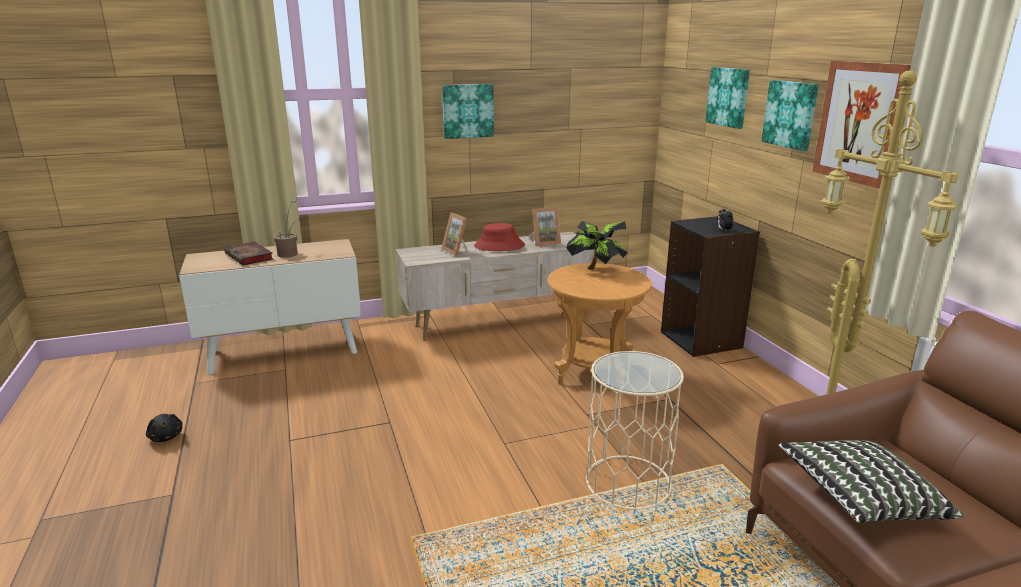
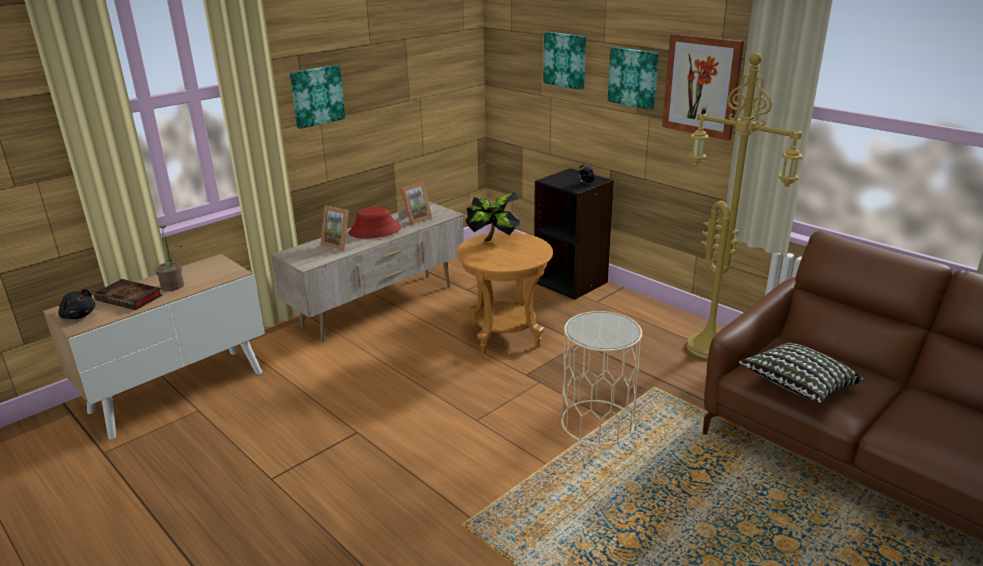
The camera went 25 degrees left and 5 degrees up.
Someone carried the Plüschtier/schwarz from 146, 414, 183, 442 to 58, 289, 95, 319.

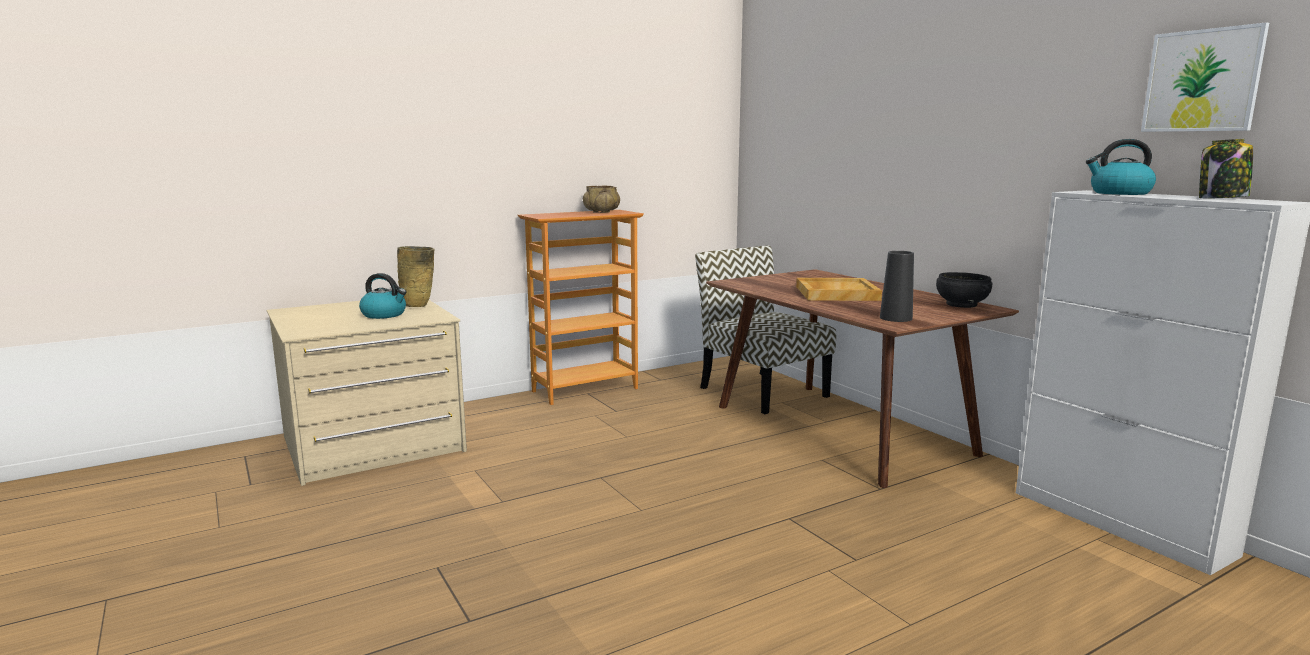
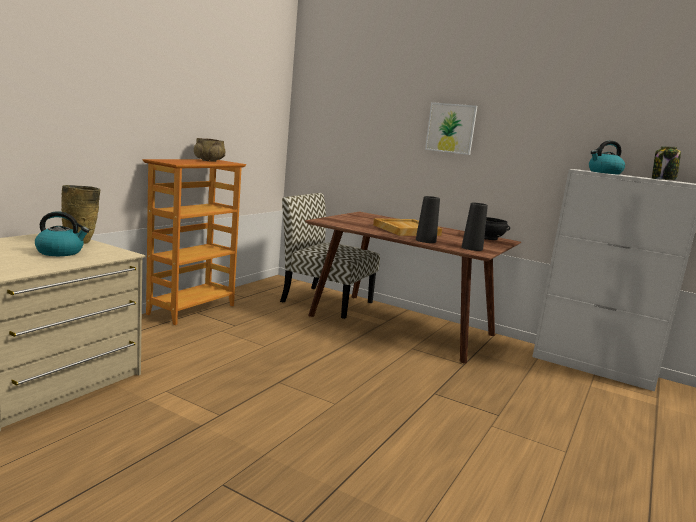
The camera went 30 degrees left and 0 degrees up.
Someone put down the Vase/schwarz at 416, 196, 440, 243.
Someone carried the Bild from 1141, 22, 1269, 132 to 425, 102, 477, 155.

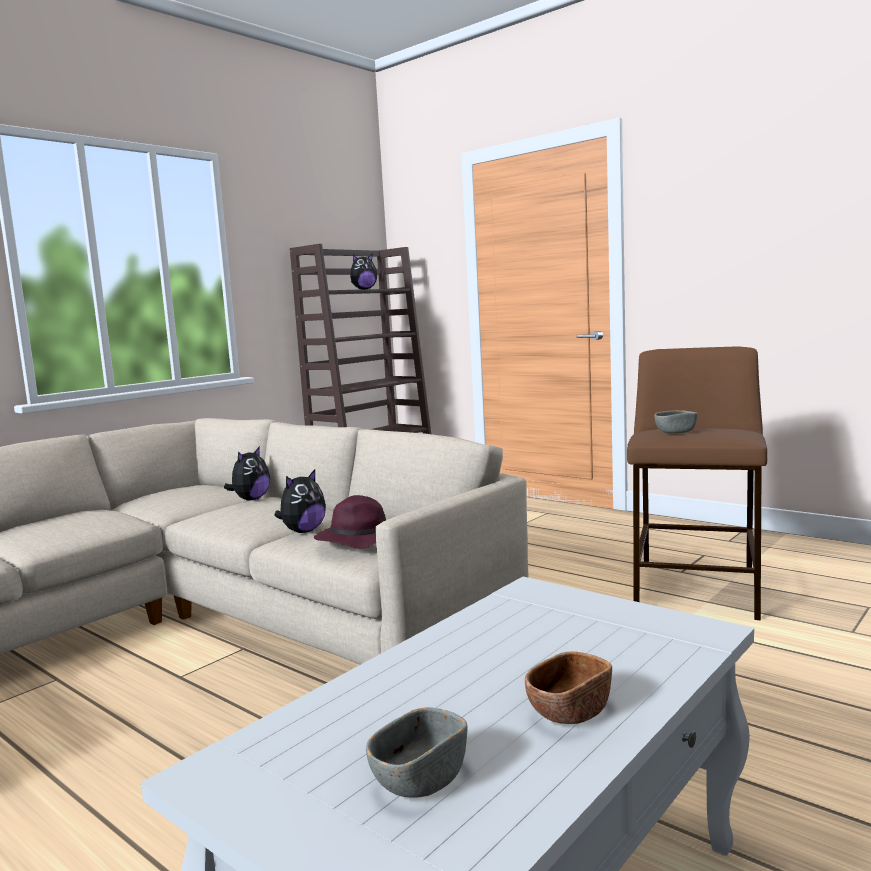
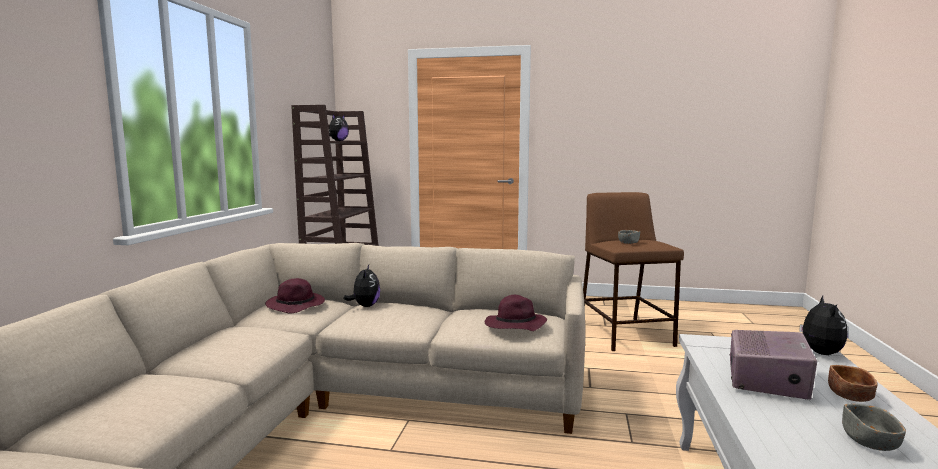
The camera went 30 degrees left and 0 degrees up.
Someone put down the Hut/lila at 265, 278, 325, 314.
Someone put down the Radio at 729, 330, 817, 400.
Someone carried the Plüschtier from 274, 470, 326, 533 to 799, 296, 848, 355.

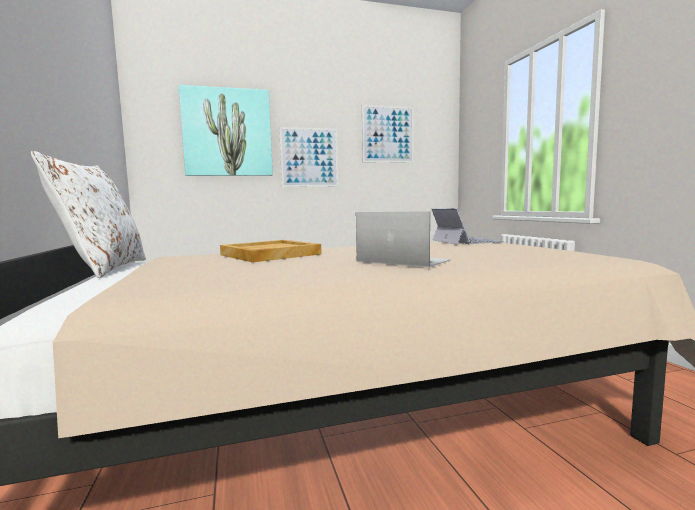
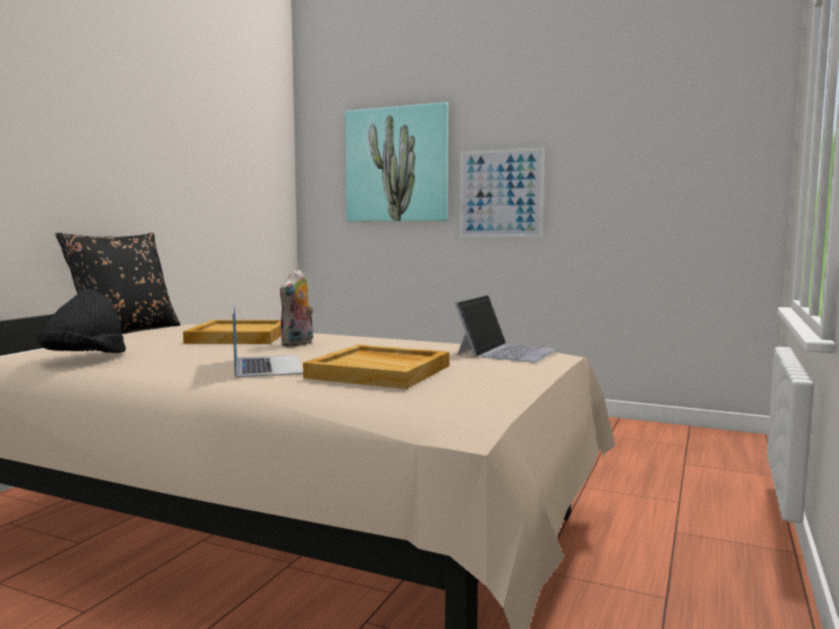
The camera went 40 degrees right and 0 degrees up.
Someone put down the Hut/schwarz at 37, 289, 126, 353.
Someone repainted the Kissen/weiß at 31, 151, 146, 278, which became the Kissen/schwarz at 55, 232, 181, 331.
Someone put down the Plüschtier at 280, 269, 313, 347.
Someone put down the Tablett/beige at 303, 345, 449, 389.
Someone took away the Bild at 362, 105, 414, 163.

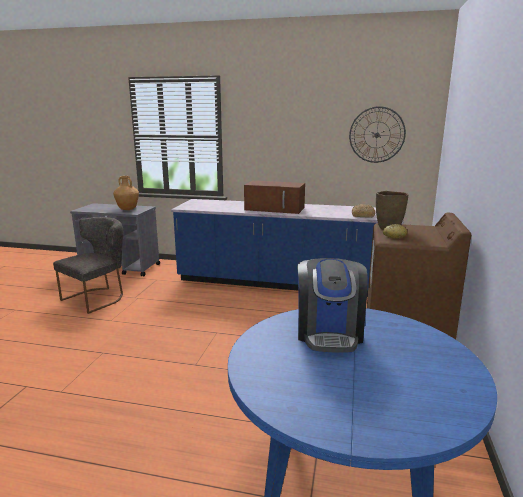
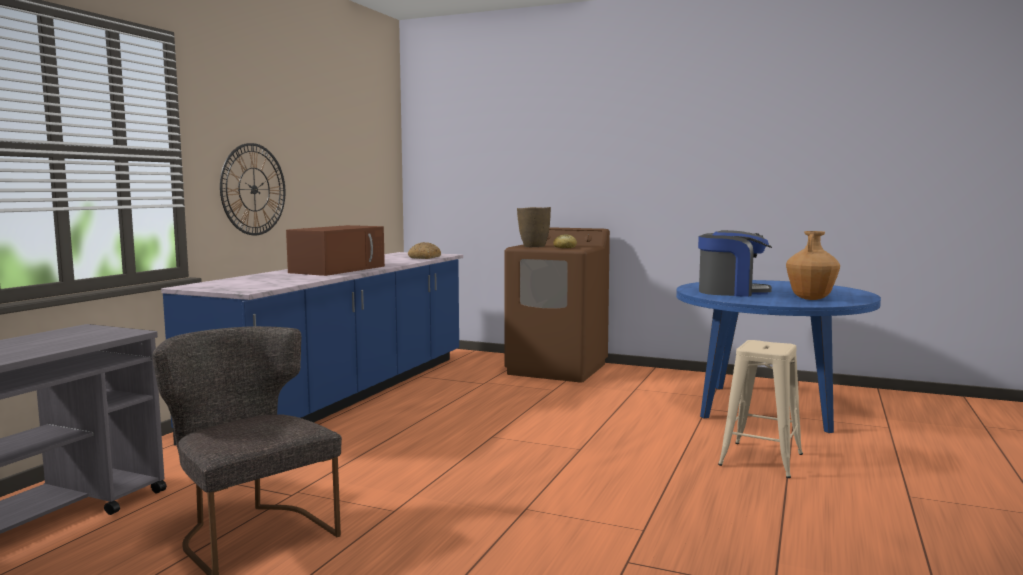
The camera went 80 degrees left and 10 degrees down.
Someone carried the Wanduhr from 349, 106, 406, 163 to 220, 143, 285, 235.
Someone put down the Hocker/beige at 718, 340, 803, 478.
Someone carried the Vase/braun from 113, 176, 139, 210 to 786, 231, 840, 300.

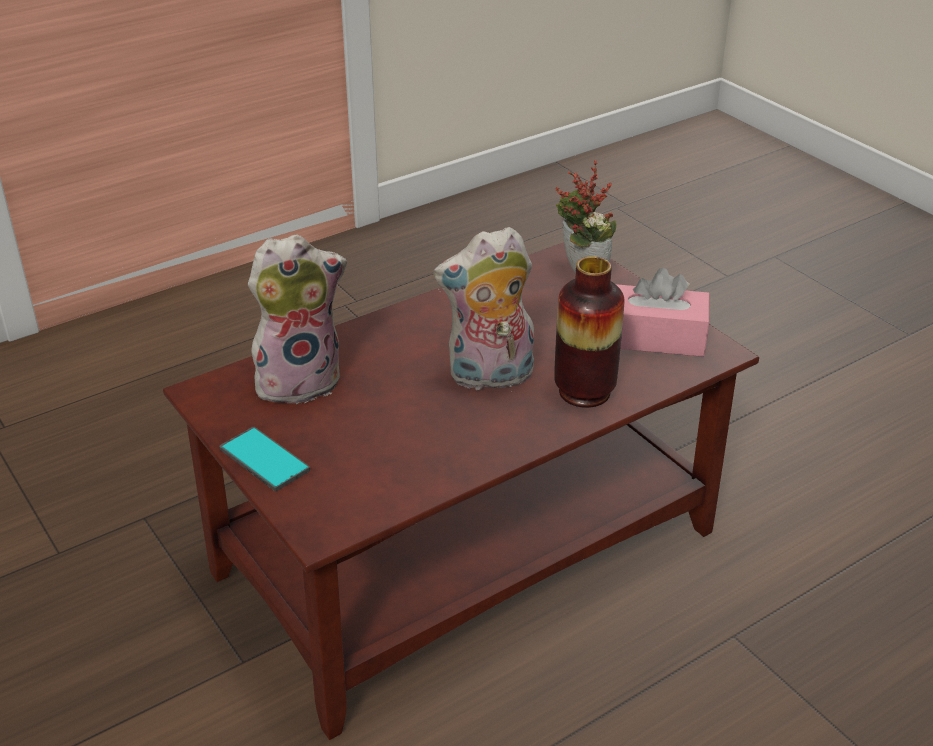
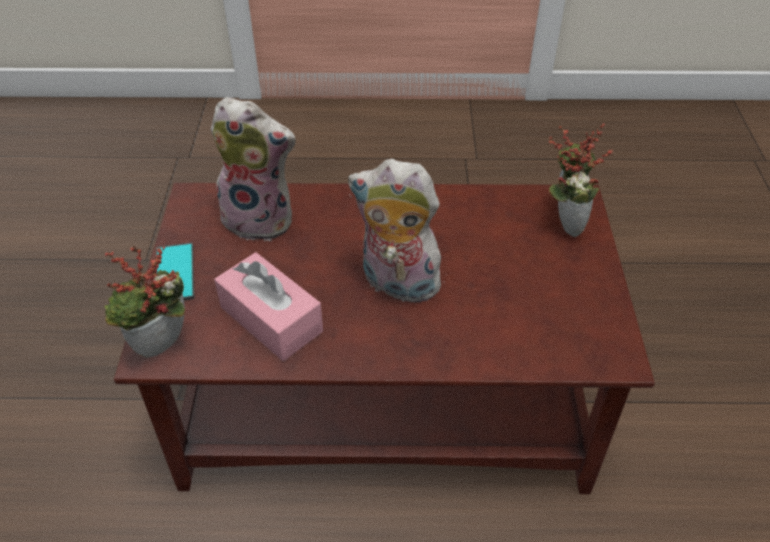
The camera went 35 degrees right and 10 degrees up.
Someone put down the Topfpflanze at 104, 245, 185, 358.
Someone carried the Taschentuchbox/rosa from 616, 268, 710, 357 to 214, 252, 323, 361.
Someone took away the Vase at 554, 256, 625, 408.

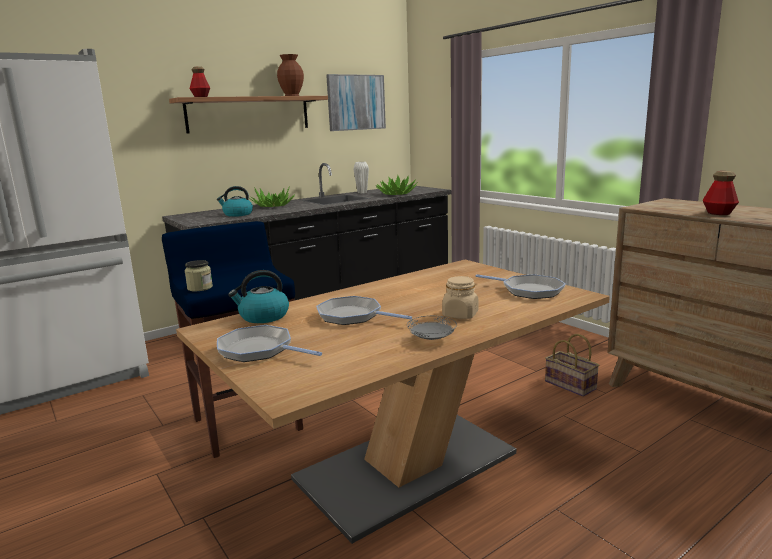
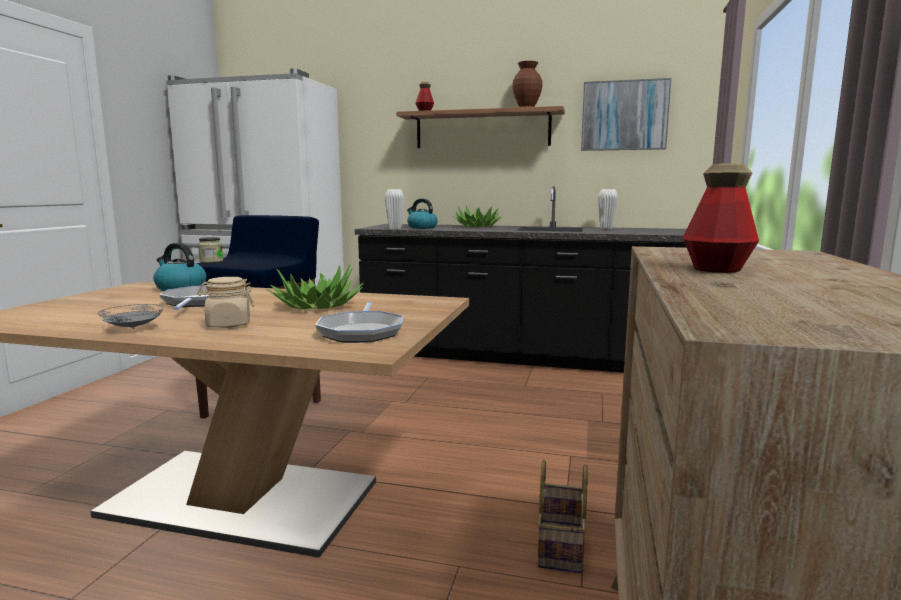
The camera went 50 degrees right and 5 degrees down.
Someone carried the Topfpflanze from 375, 175, 418, 195 to 266, 264, 363, 310.
Someone put down the Vase/weiß at 384, 189, 404, 229.
Someone took away the Pfanne at 217, 325, 322, 362.

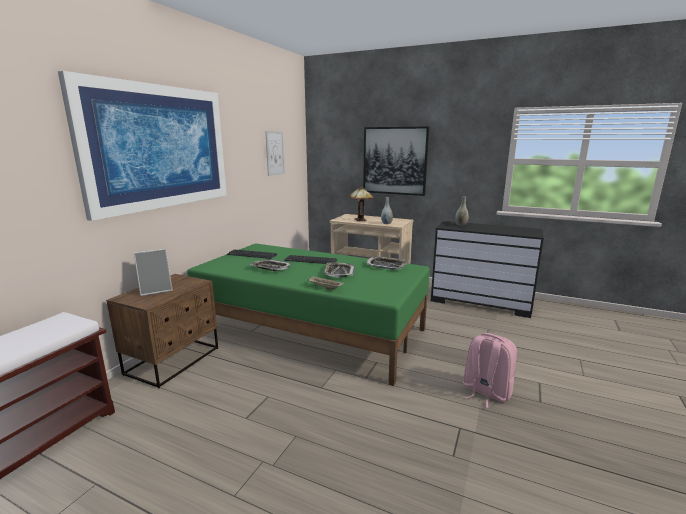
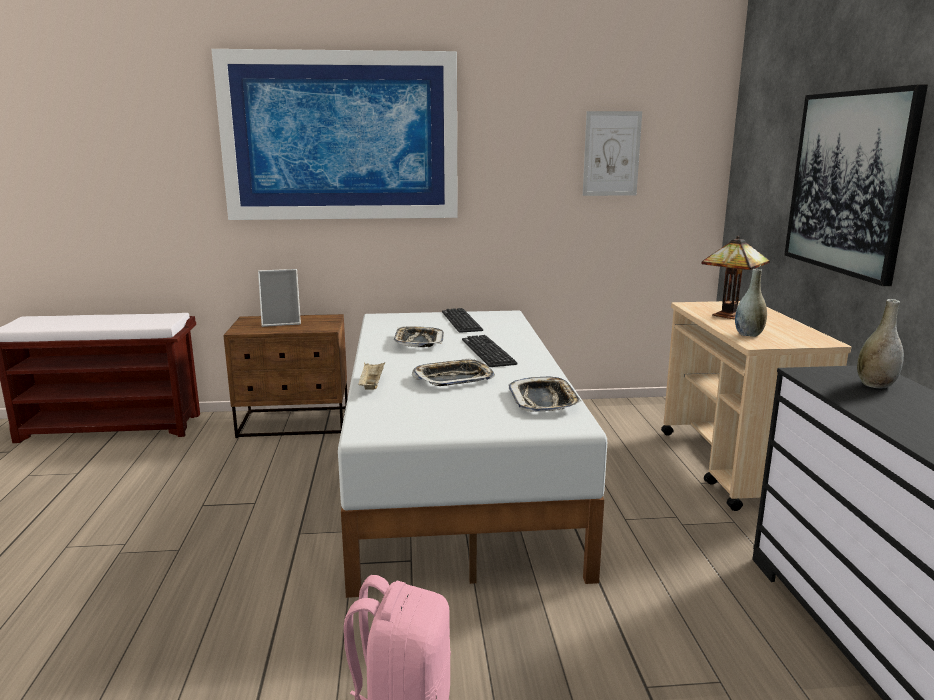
The camera went 60 degrees right and 0 degrees up.
Someone rotated the Bilderrahmen at 134, 249, 173, 296 by 45 degrees counterclockwise.
Someone repainted the Bett/grün at 187, 243, 430, 386, which became the Bett/weiß at 338, 310, 607, 598.

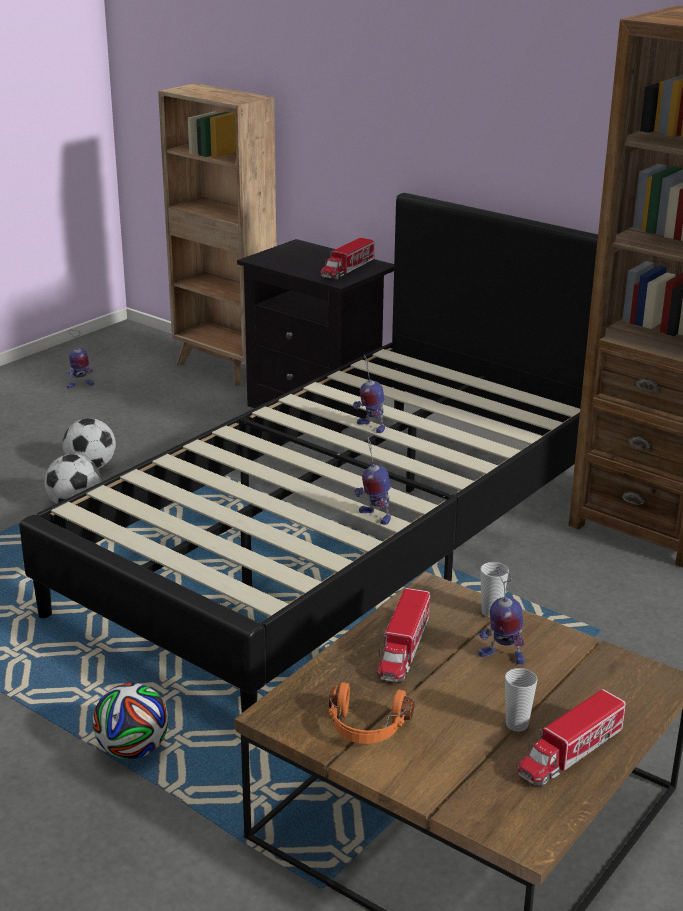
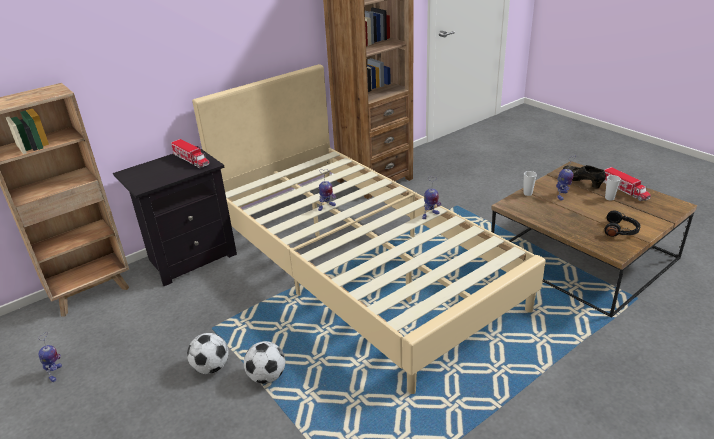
The camera went 75 degrees left and 5 degrees up.
Someone repainted the Bett/schwarz at 19, 193, 598, 713, which became the Bett/beige at 192, 64, 546, 394.
Someone put down the Schuh/schwarz at 563, 165, 606, 189.
Someone repainted the Kopfhörer/orange at 329, 682, 414, 744, which became the Kopfhörer/schwarz at 604, 210, 641, 237.
Someone took away the Fußball at 93, 683, 168, 759.
Someone took away the Spielzeuglaster at 377, 588, 430, 682.

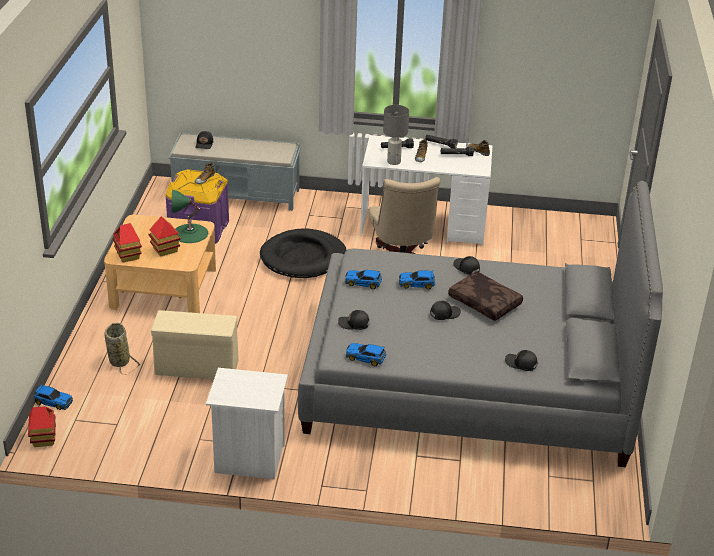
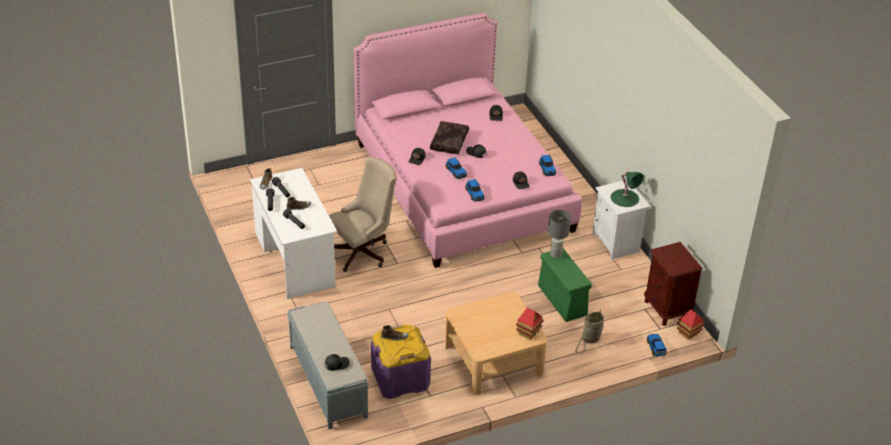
The camera went 120 degrees left and 5 degrees up.
Someone repainted the Bett/grau at 298, 181, 663, 467, which became the Bett/rosa at 354, 13, 582, 268.
Someone repainted the Aufbewahrungsbox/beige at 151, 310, 239, 379, which became the Aufbewahrungsbox/grün at 538, 248, 592, 322.
Someone carried the Tischlampe/grau from 383, 105, 409, 165 to 548, 210, 571, 258.
Someone carried the Tischlampe/grün from 172, 190, 208, 243 to 611, 172, 643, 207.
Someone put down the Nachttisch/braun at 644, 242, 703, 326.
Someone took away the Spielzeughaus at 149, 216, 181, 257.
Someone took away the Hundebett/schwarz at 260, 228, 346, 278.

